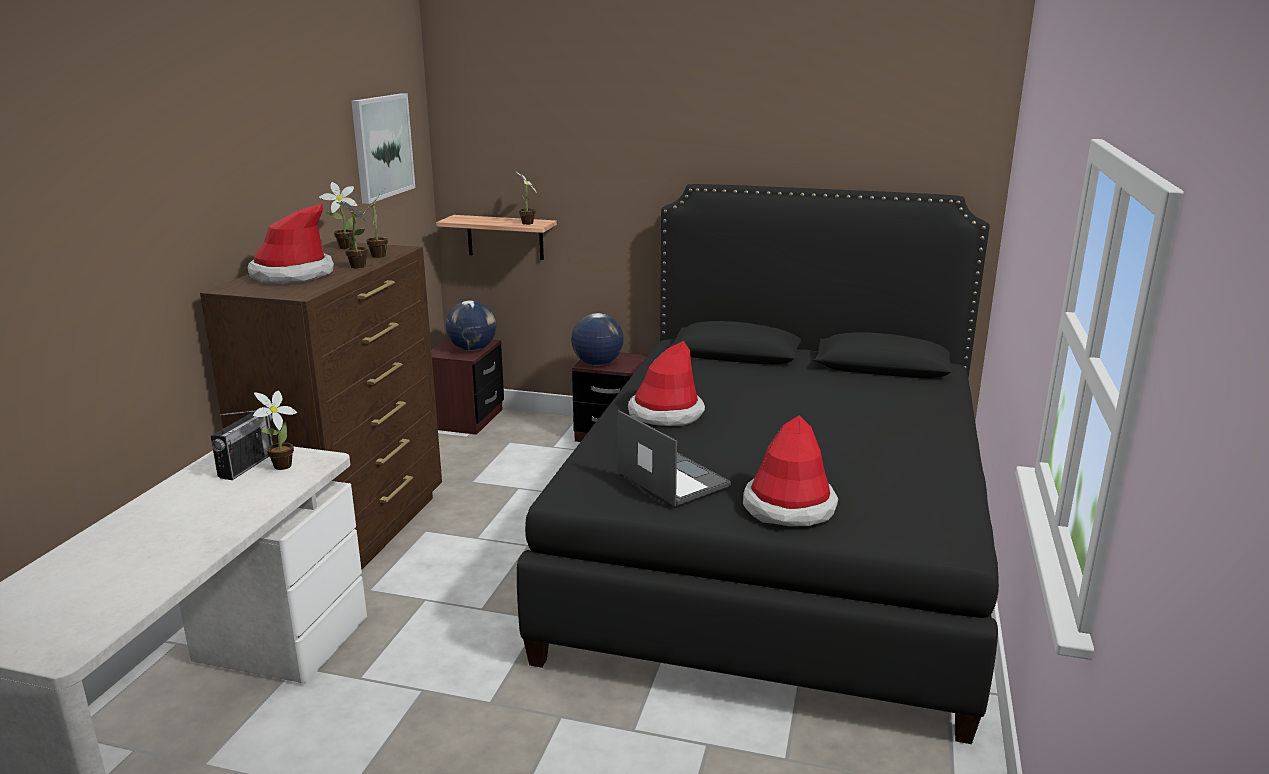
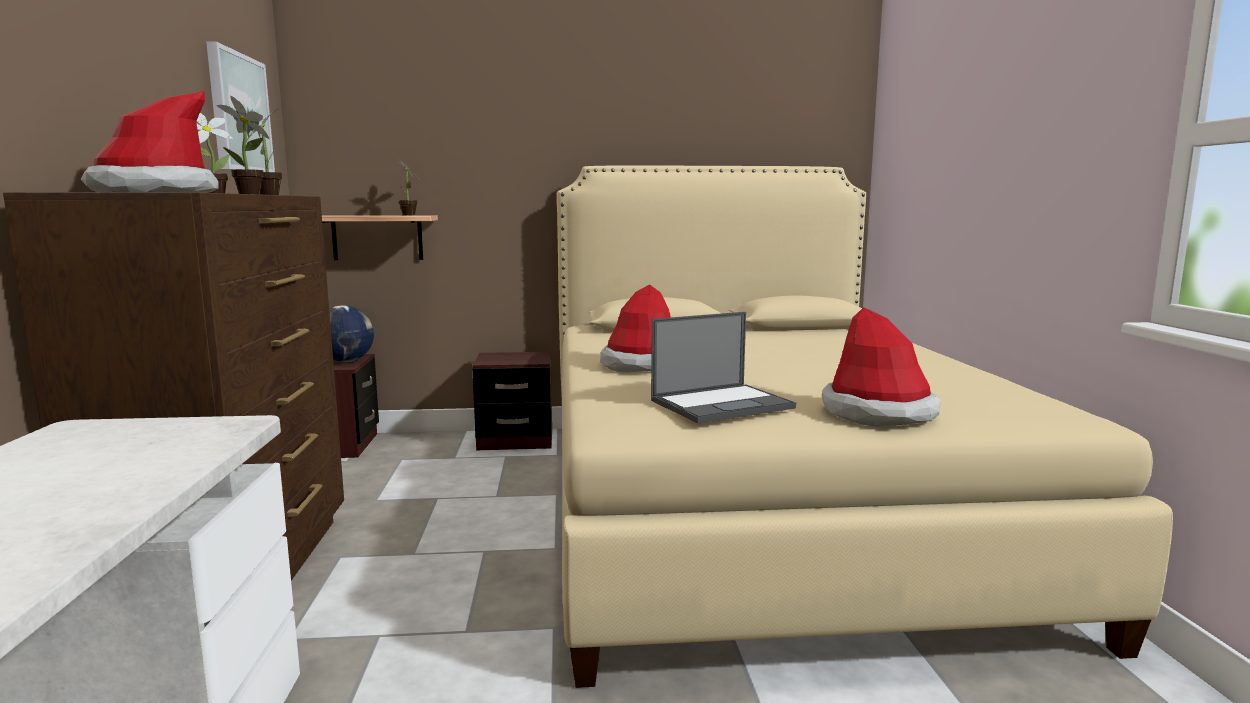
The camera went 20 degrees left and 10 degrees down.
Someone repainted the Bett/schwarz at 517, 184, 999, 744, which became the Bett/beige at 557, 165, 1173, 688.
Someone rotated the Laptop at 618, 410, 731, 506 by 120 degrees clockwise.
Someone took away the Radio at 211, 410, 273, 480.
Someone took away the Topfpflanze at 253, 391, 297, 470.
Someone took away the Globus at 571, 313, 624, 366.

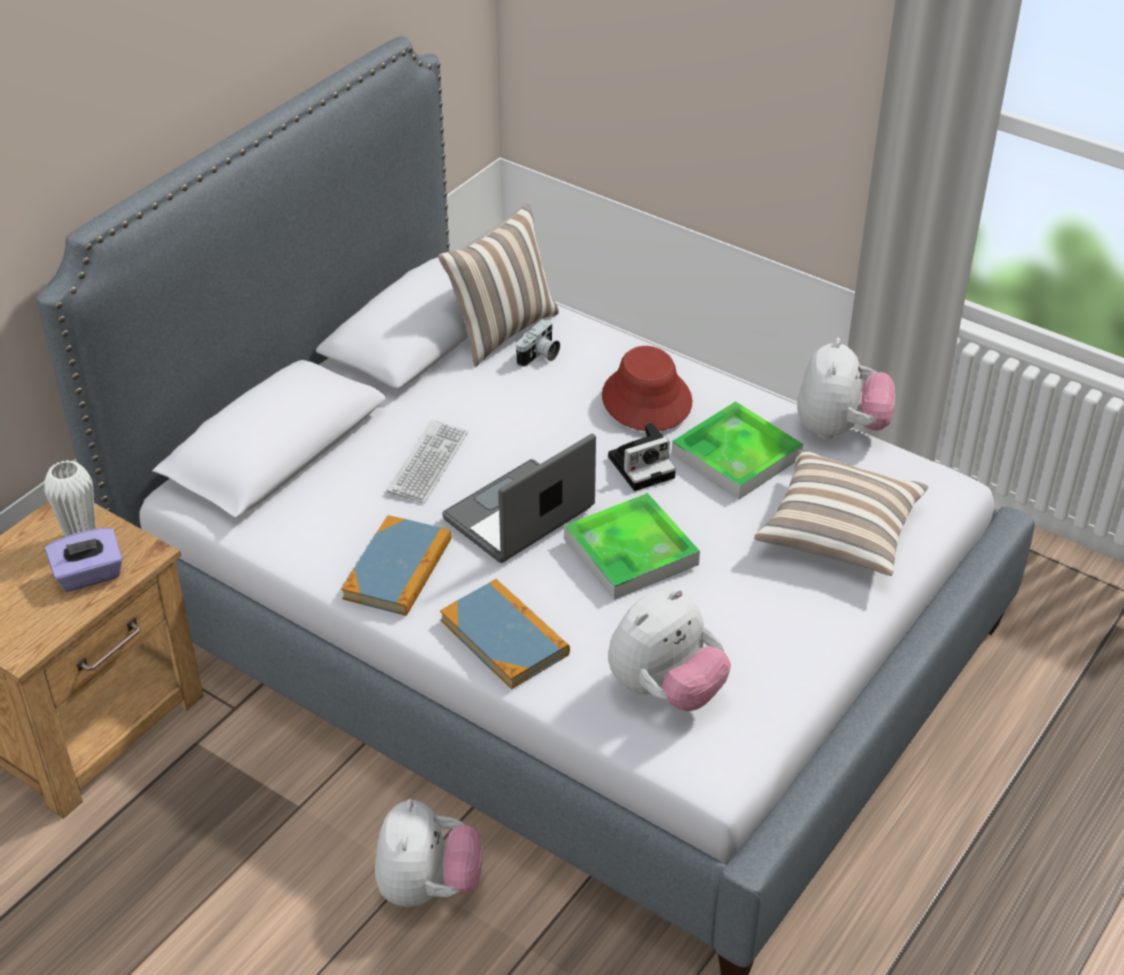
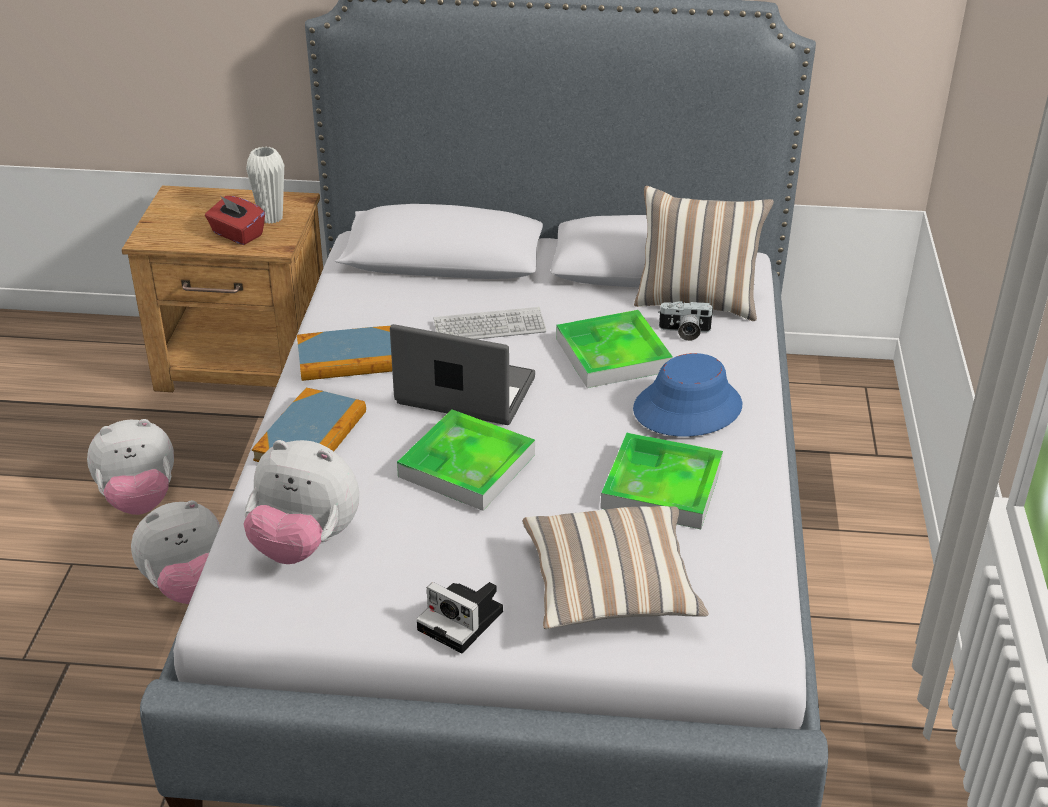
The camera went 60 degrees right and 5 degrees down.
Someone carried the Plüschtier from 797, 338, 895, 440 to 87, 419, 174, 515.
Someone repainted the Taschentuchbox/lila at 45, 528, 123, 592, which became the Taschentuchbox/rot at 205, 196, 265, 245.
Someone carried the Kamera from 608, 422, 676, 491 to 416, 582, 503, 653.
Someone put down the Tablett at 556, 310, 673, 388.
Someone repainted the Hut/rot at 602, 346, 692, 431, which became the Hut/blau at 633, 353, 742, 437.

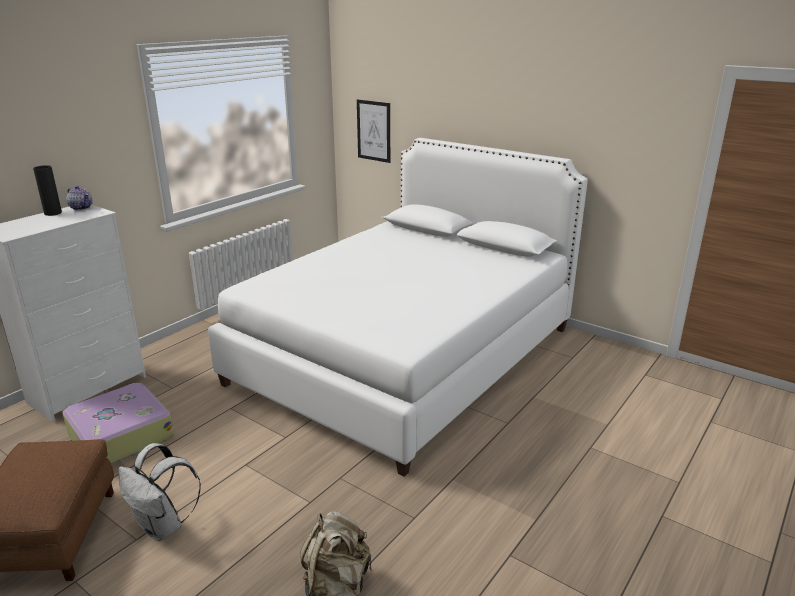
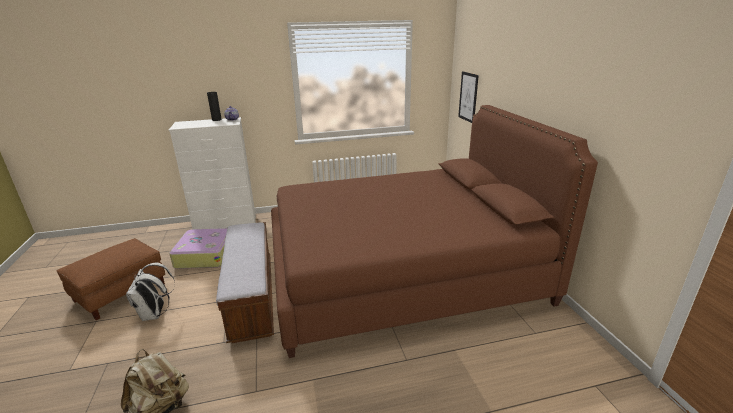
The camera went 40 degrees right and 0 degrees up.
Someone put down the Bank at 216, 222, 274, 343.
Someone repainted the Bett/weiß at 208, 138, 588, 477, which became the Bett/braun at 271, 105, 598, 358.

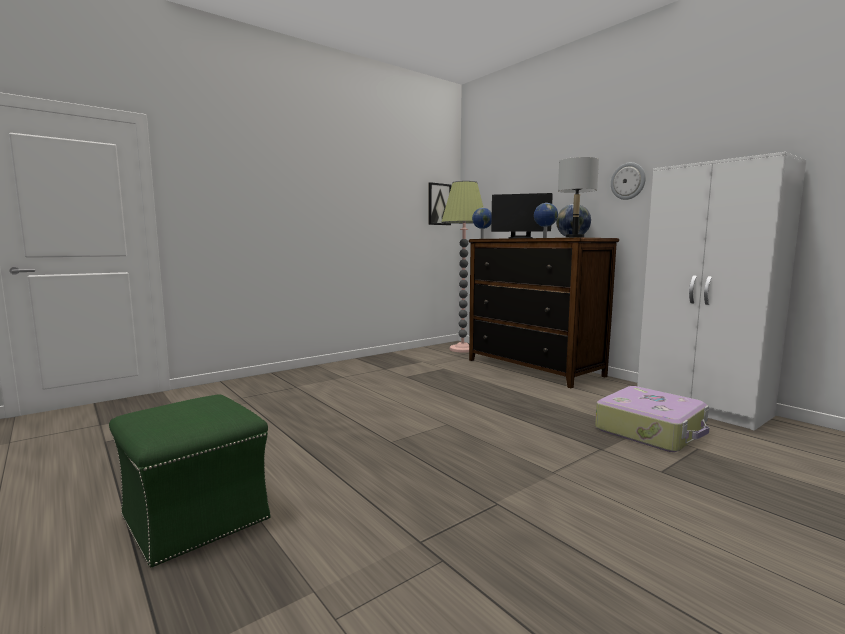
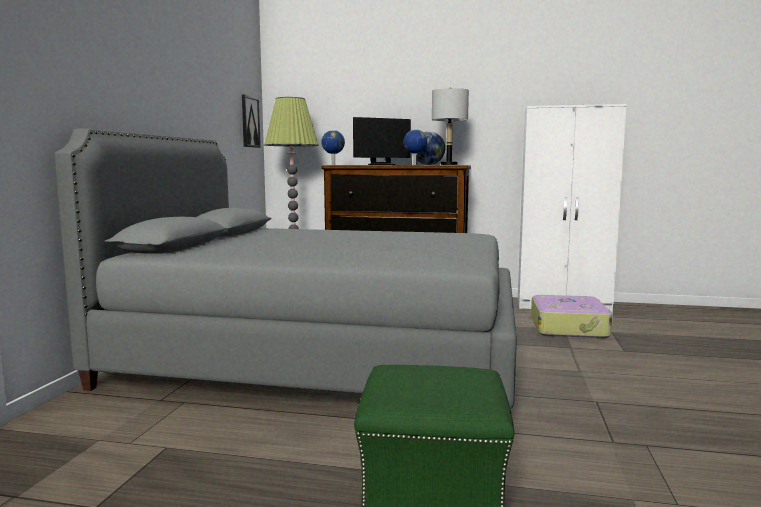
The camera went 40 degrees left and 0 degrees up.
Someone put down the Bett/grau at 54, 128, 517, 409.
Someone took away the Wanduhr at 611, 162, 646, 200.

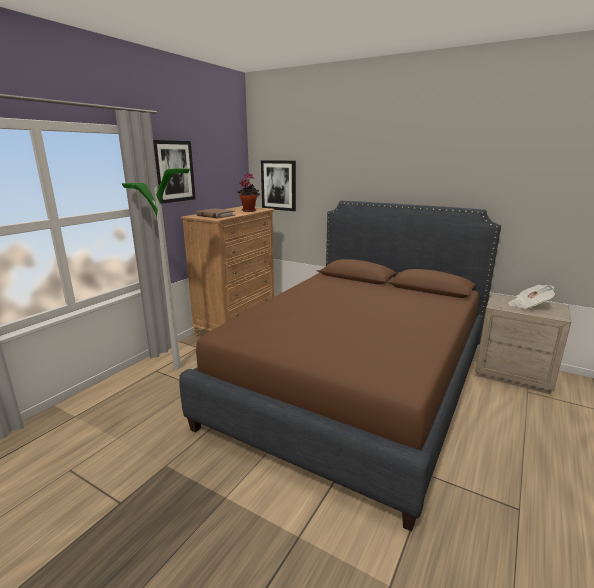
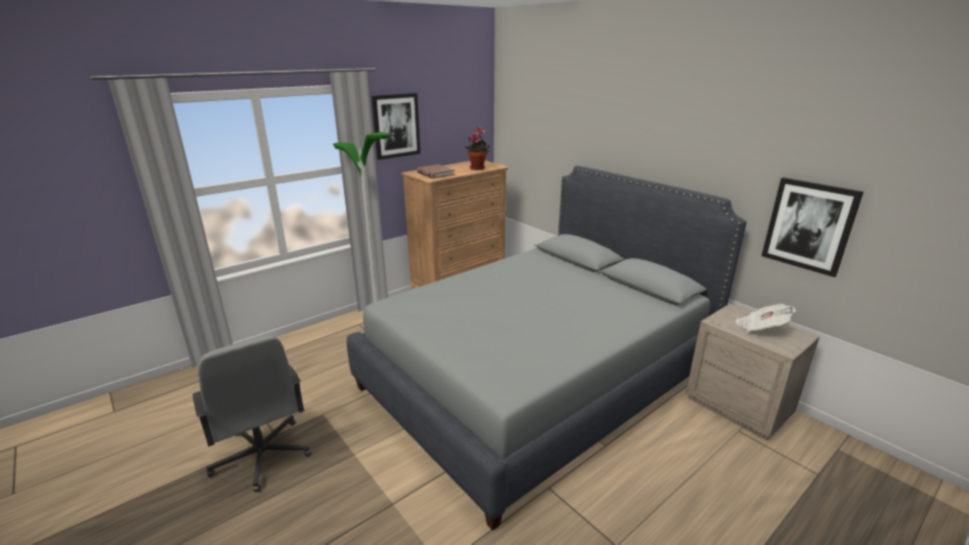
The camera went 20 degrees right and 5 degrees up.
Someone put down the Bürostuhl/grau at 193, 335, 311, 492.
Someone repainted the Bett/braun at 179, 201, 501, 532, which became the Bett/grau at 347, 166, 747, 531.
Someone carried the Bild from 261, 160, 296, 211 to 762, 177, 863, 277.

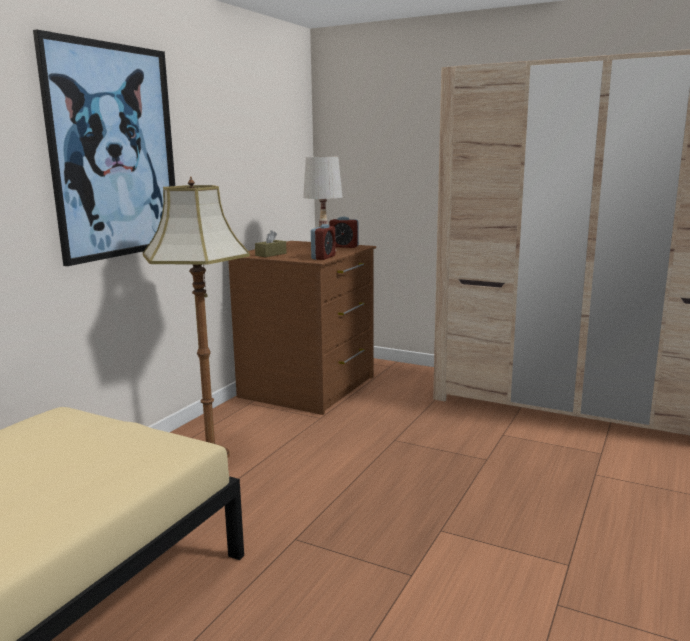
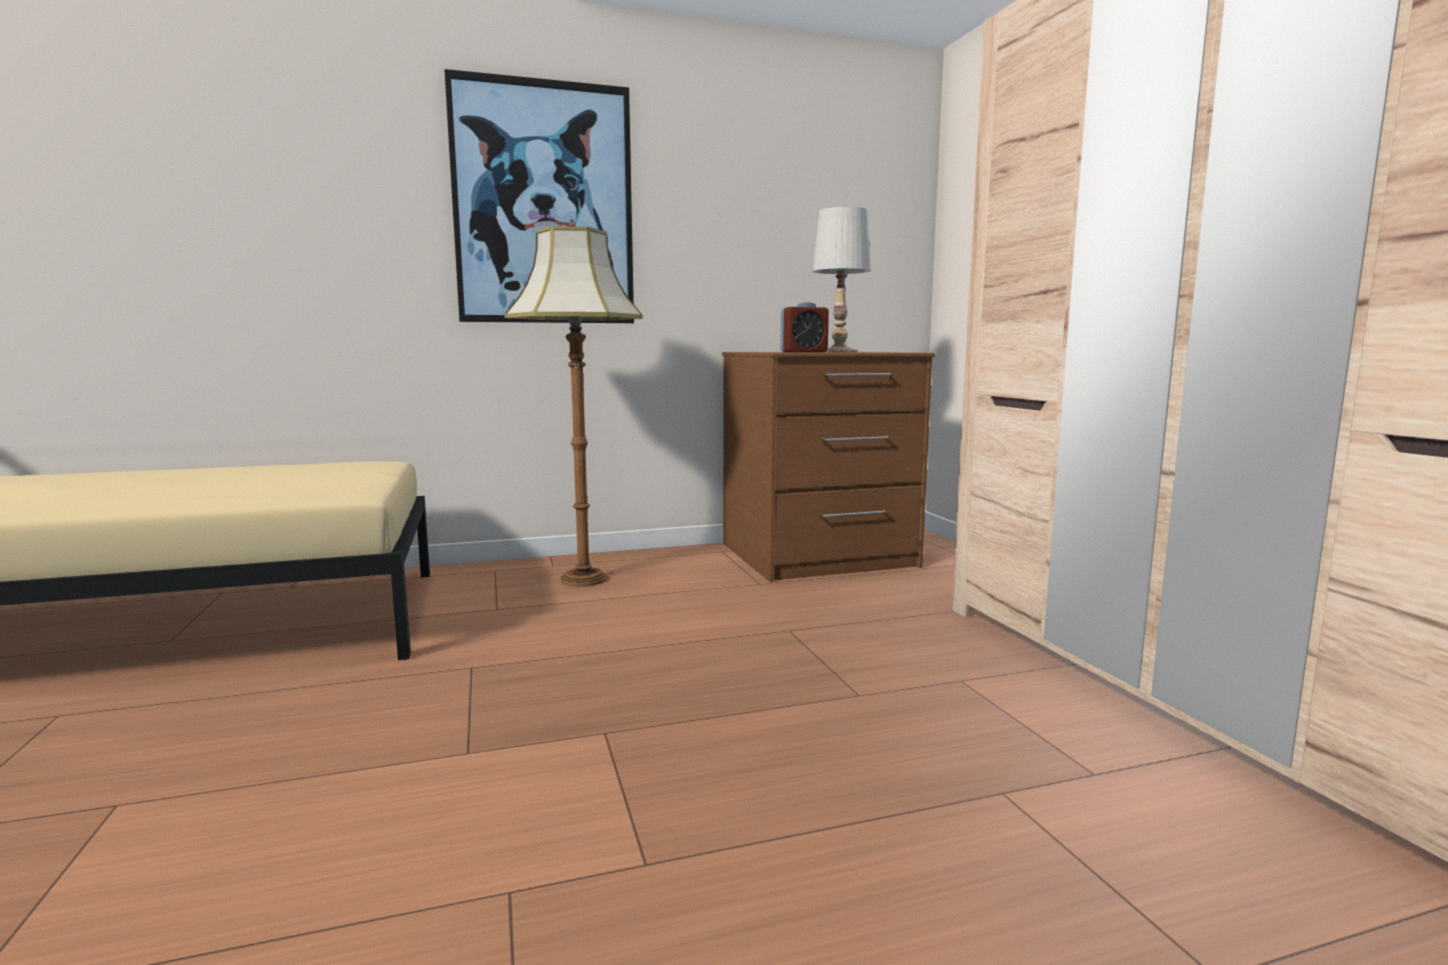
The camera went 45 degrees right and 5 degrees down.
Someone took away the Taschentuchbox/braun at 255, 230, 287, 257.
Someone took away the Wecker at 329, 217, 359, 248.

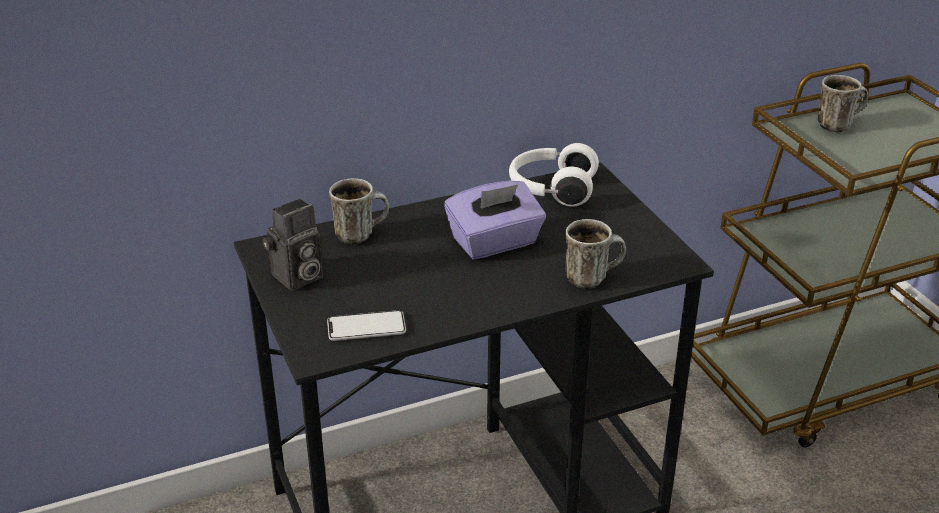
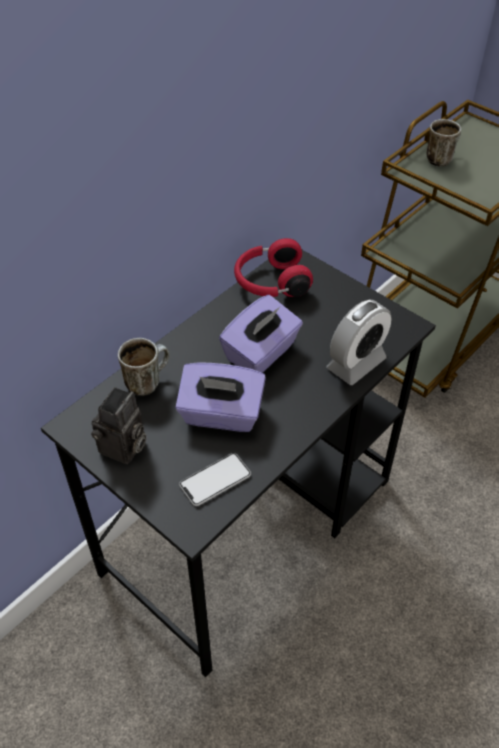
The camera went 25 degrees left and 15 degrees up.
Someone put down the Taschentuchbox/lila at 175, 362, 266, 432.
Someone repainted the Kopfhörer/weiß at 509, 143, 599, 207, which became the Kopfhörer/rot at 234, 238, 313, 297.
Someone swapped the Henkelbecher at 565, 219, 626, 289 for the Wecker at 326, 299, 392, 385.

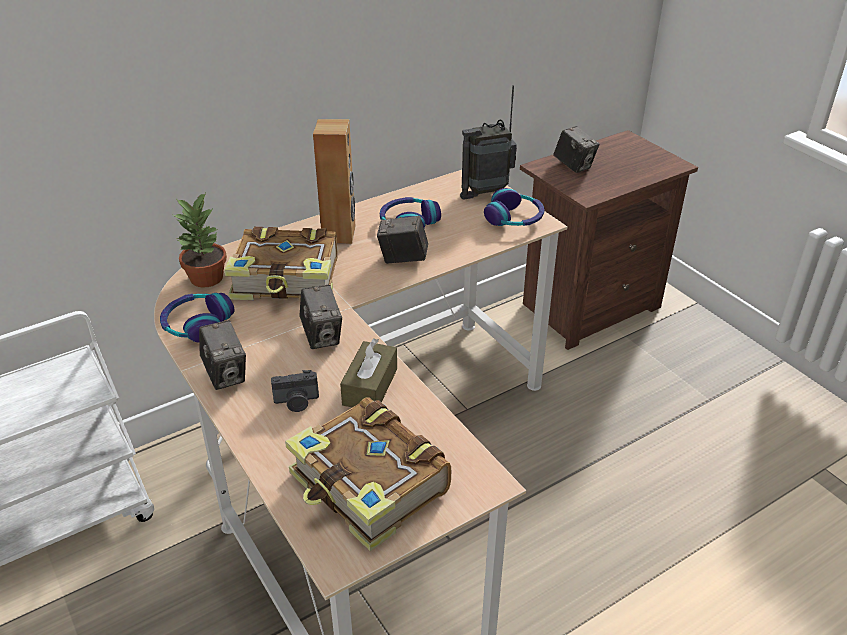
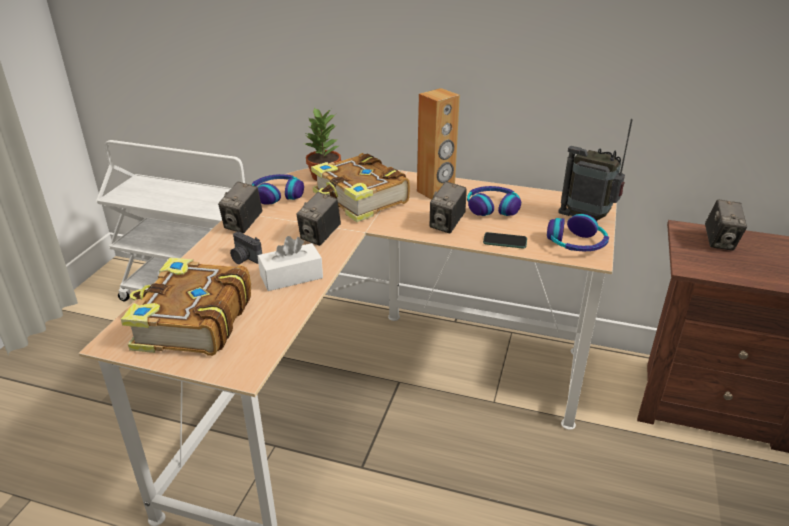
The camera went 50 degrees right and 5 degrees down.
Someone repainted the Taschentuchbox/braun at 340, 339, 397, 407, which became the Taschentuchbox/weiß at 258, 236, 323, 291.
Someone rotated the Kamera at 377, 216, 428, 264 by 120 degrees counterclockwise.
Someone put down the Handy at 483, 232, 527, 249.

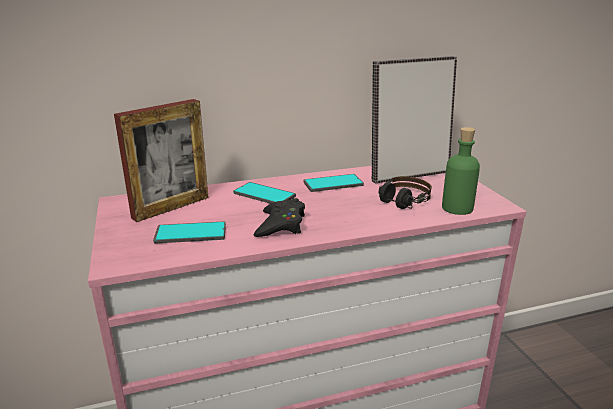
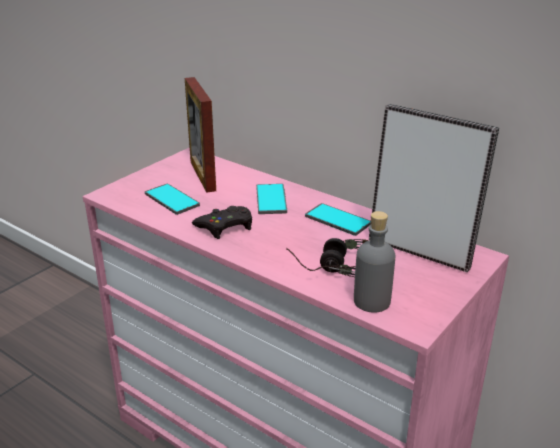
The camera went 55 degrees right and 5 degrees up.
Someone rotated the Bilderrahmen at 114, 99, 209, 222 by 60 degrees clockwise.
Someone repainted the Flasche/grün at 442, 127, 480, 215, which became the Flasche/grau at 354, 211, 395, 313.

